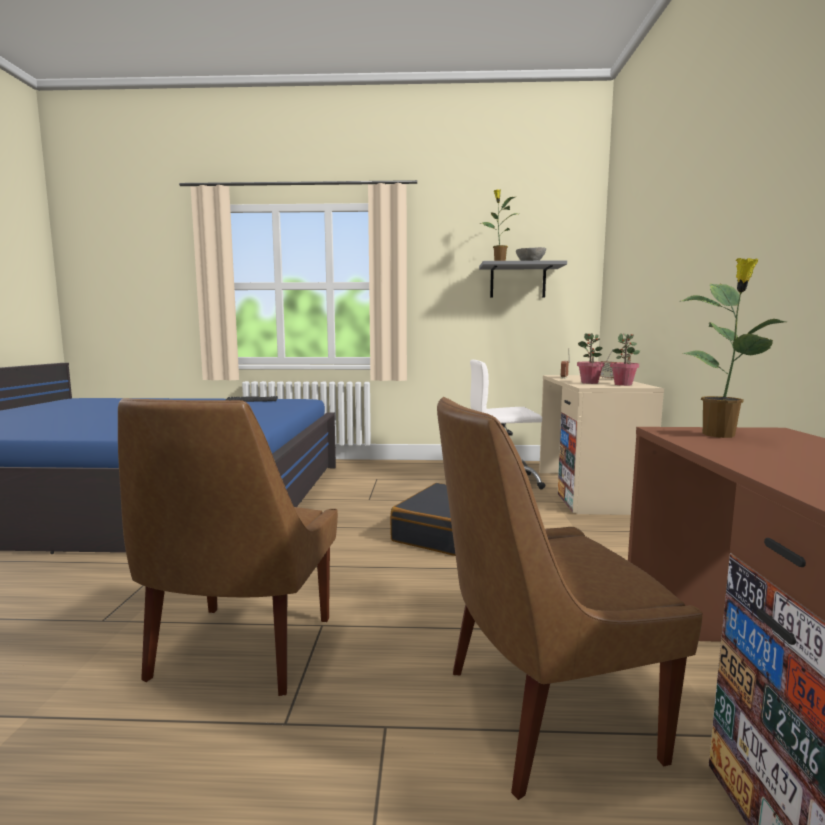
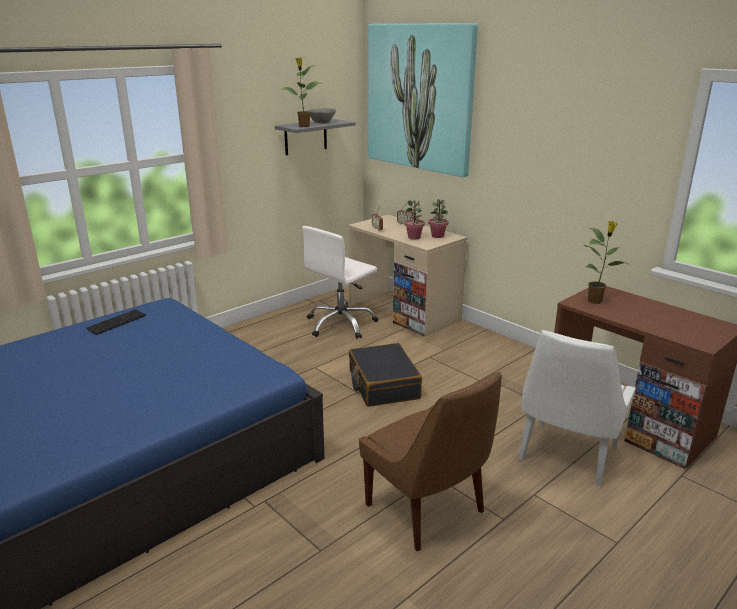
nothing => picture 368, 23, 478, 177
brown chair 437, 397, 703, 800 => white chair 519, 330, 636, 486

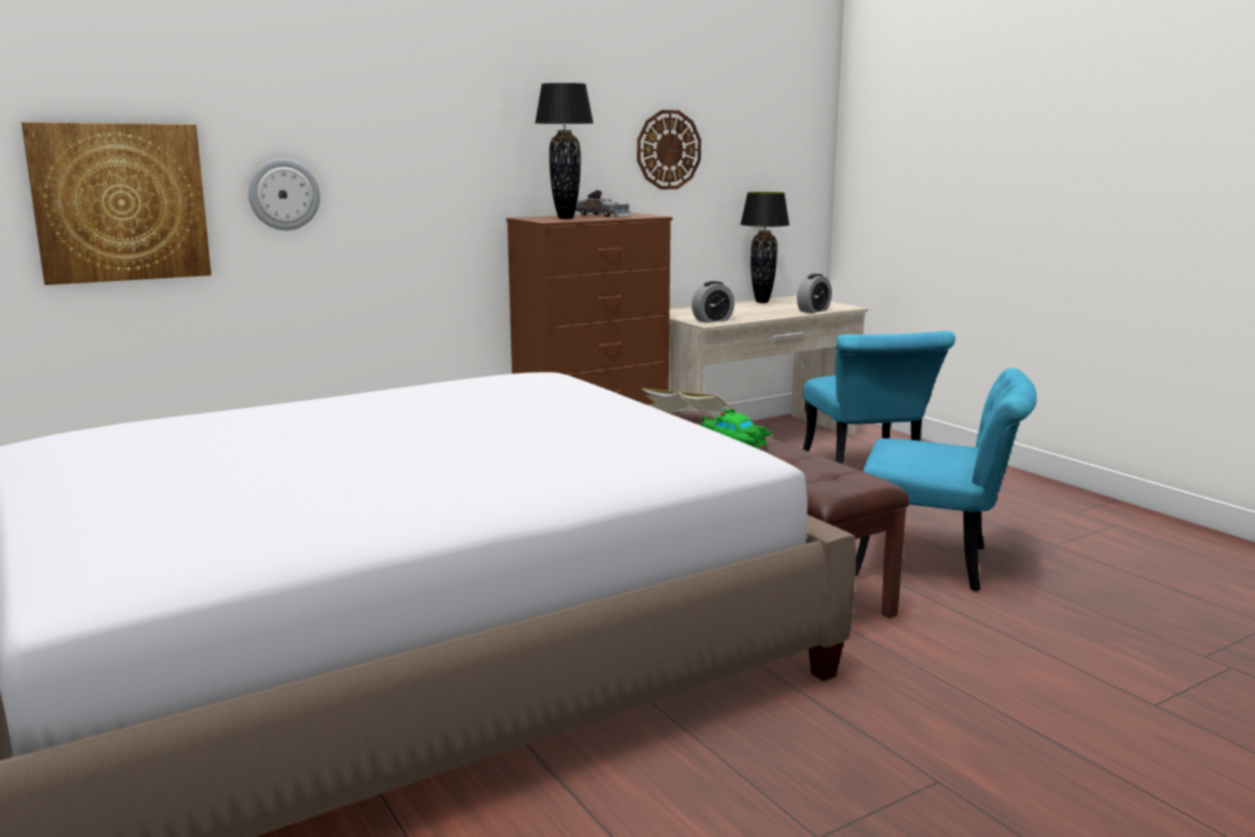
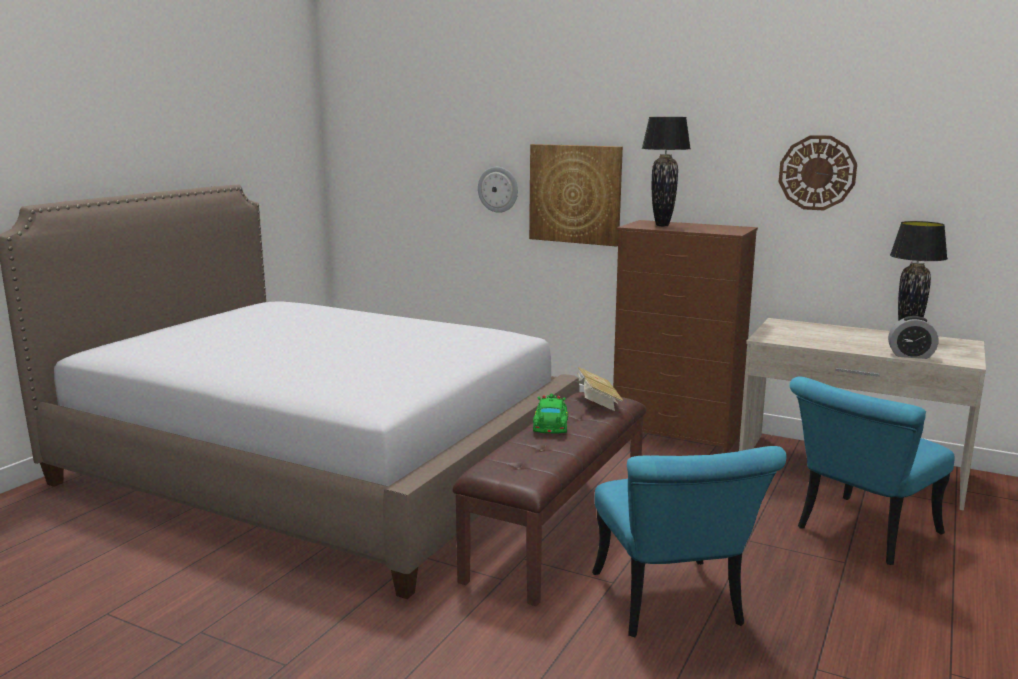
grey toy car 576, 190, 632, 217 => nothing
alarm clock 692, 281, 735, 323 => nothing
picture 21, 122, 211, 285 => picture 529, 144, 623, 247, shifted

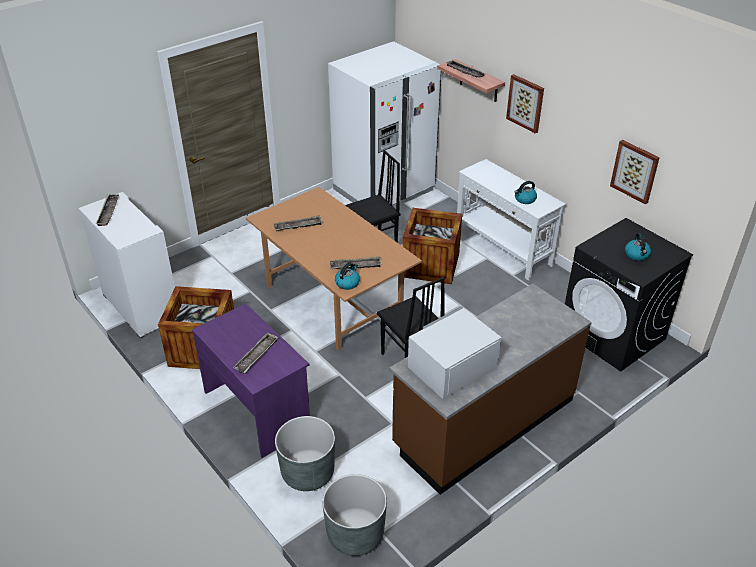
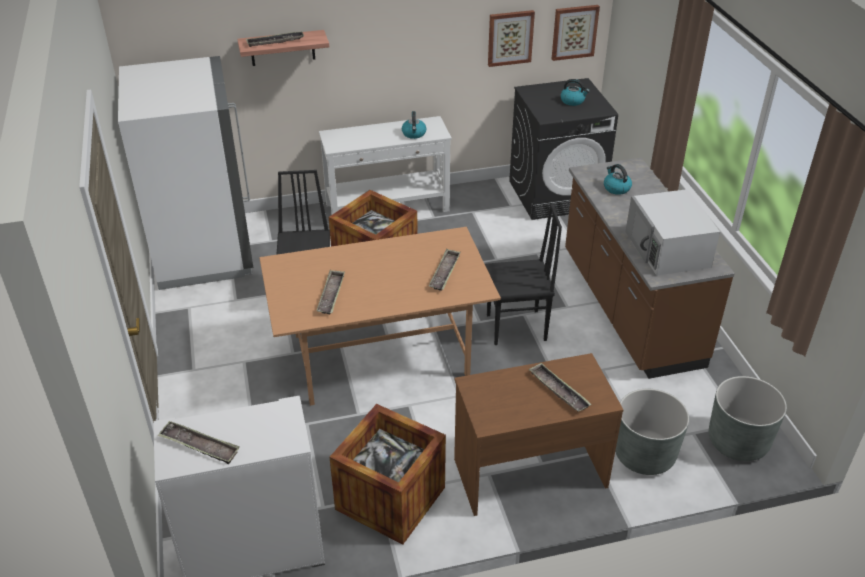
kettle 335, 263, 360, 290 => kettle 604, 164, 632, 195, shifted
picture 506, 74, 544, 133 => picture 552, 5, 600, 61, shifted
purple desk 192, 304, 310, 458 => brown desk 454, 353, 623, 516

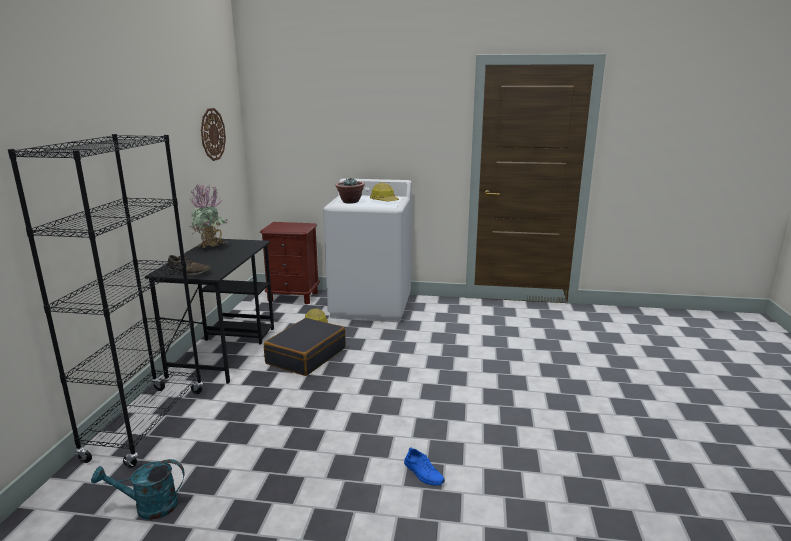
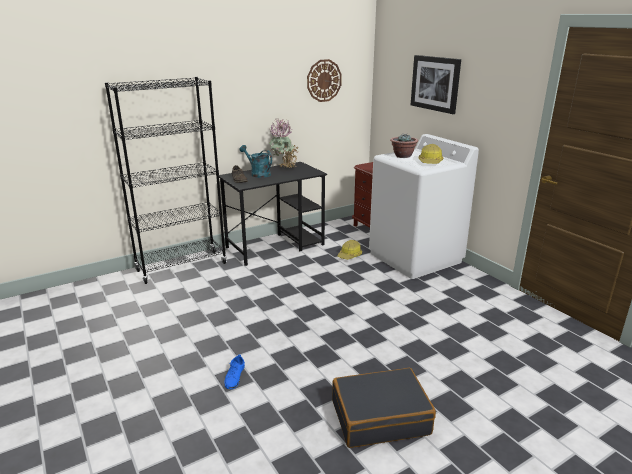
nothing => picture 411, 55, 461, 114
turquoise watering can 91, 459, 185, 520 => turquoise watering can 239, 145, 272, 178, shifted
black suitcase 264, 318, 346, 376 => black suitcase 332, 368, 436, 448, shifted

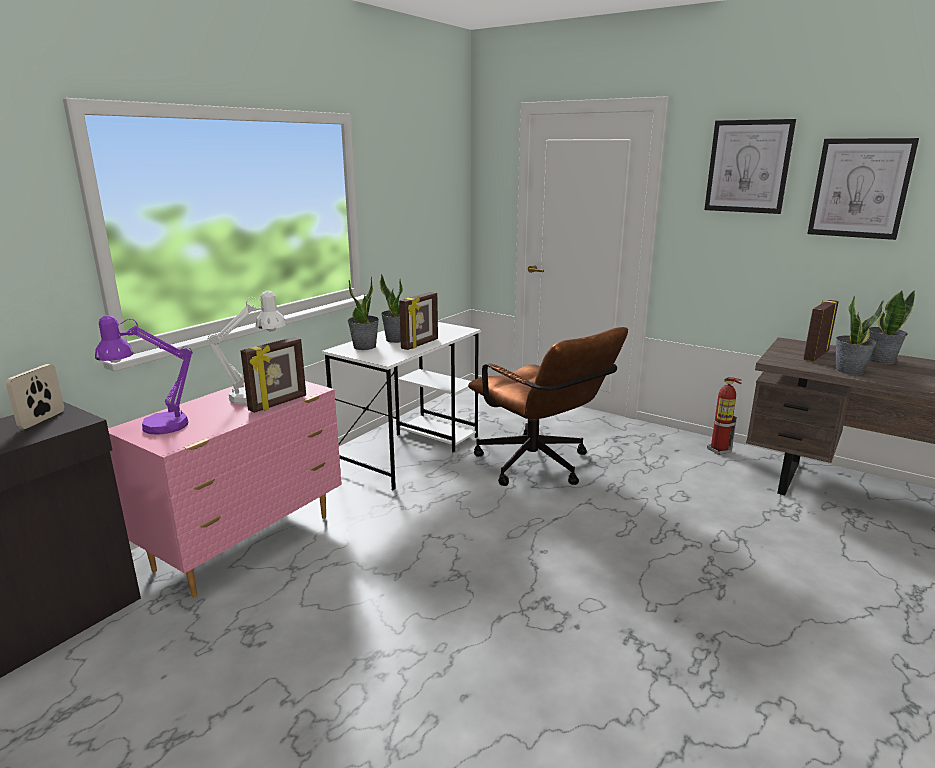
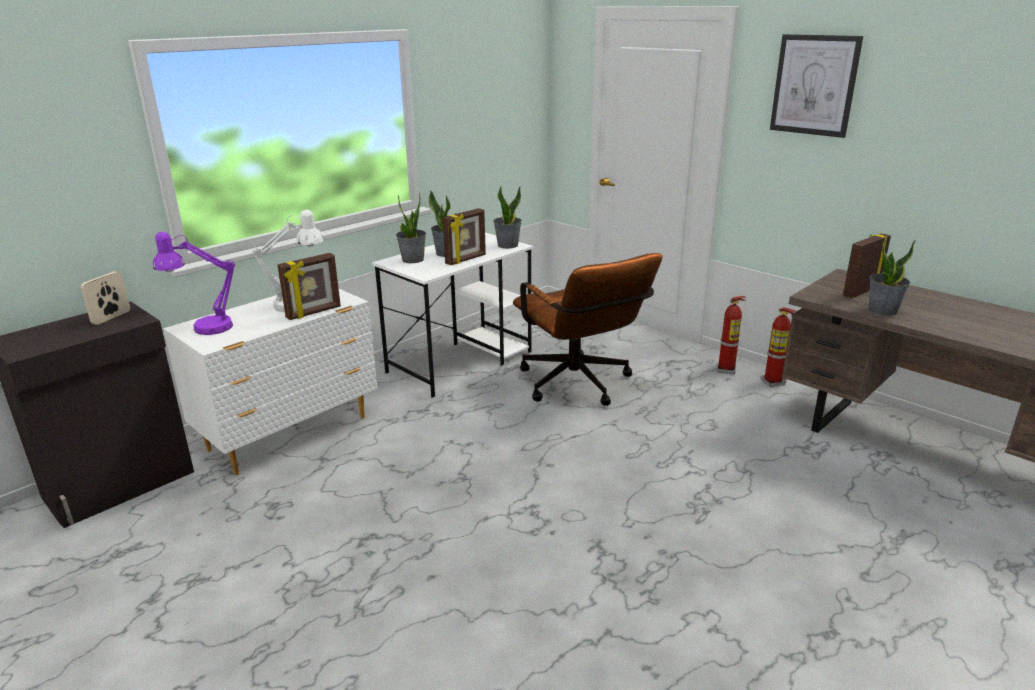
picture 807, 138, 919, 240 => nothing
nothing => fire extinguisher 717, 296, 746, 374
potted plant 869, 290, 915, 364 => potted plant 493, 186, 522, 249, shifted
pink dresser 108, 381, 342, 597 => white dresser 163, 289, 378, 475

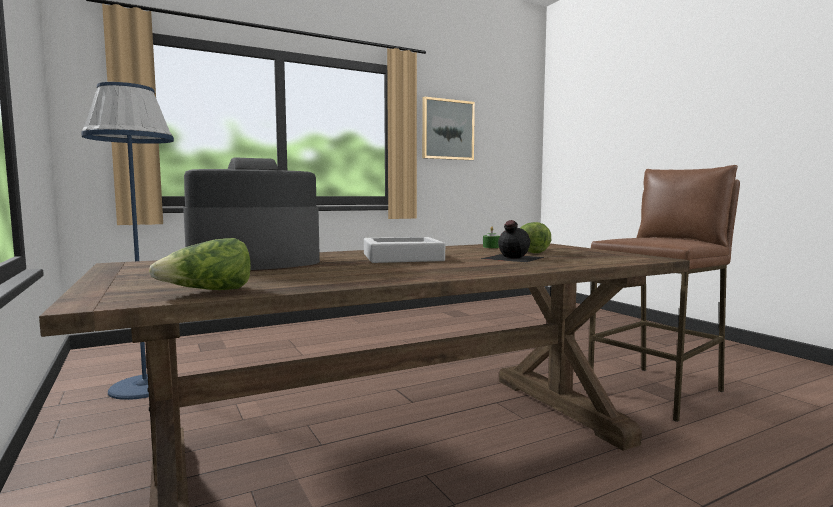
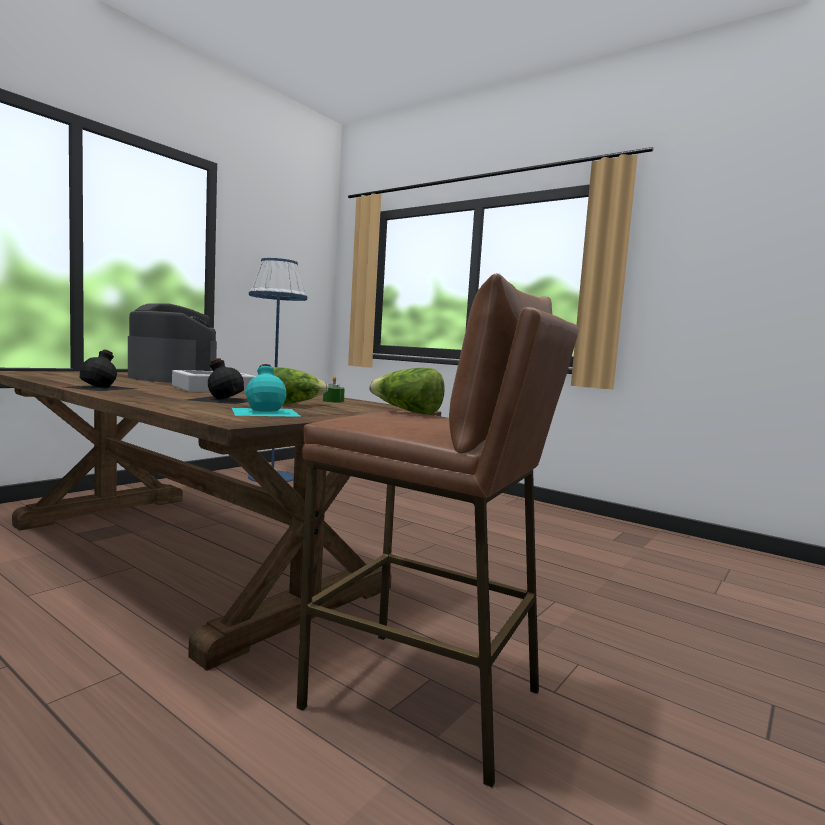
picture 422, 97, 475, 160 => nothing
nothing => black bottle 65, 349, 137, 391
nothing => turquoise bottle 232, 364, 301, 417
lettuce 149, 238, 251, 290 => lettuce 369, 368, 445, 415, shifted

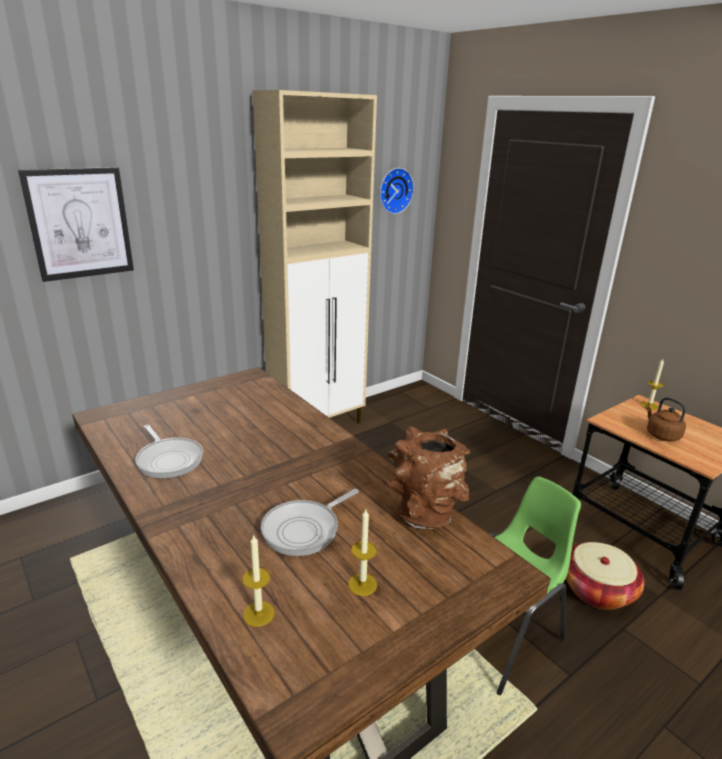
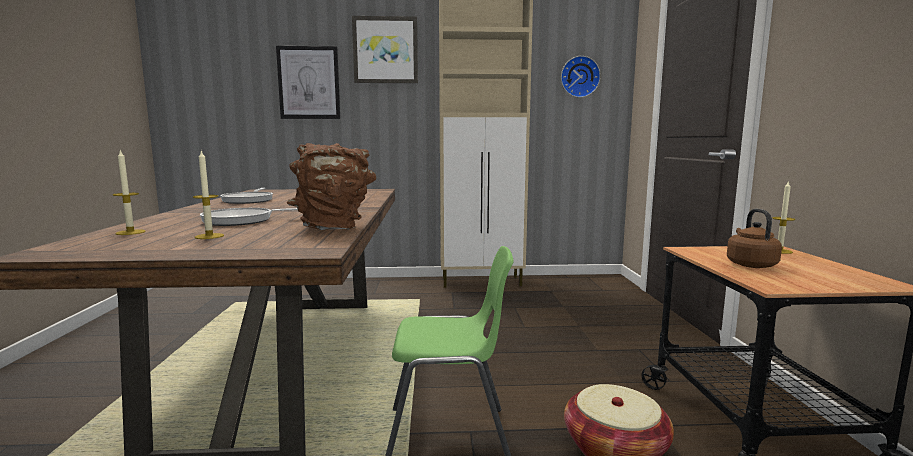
nothing => picture 352, 16, 418, 83

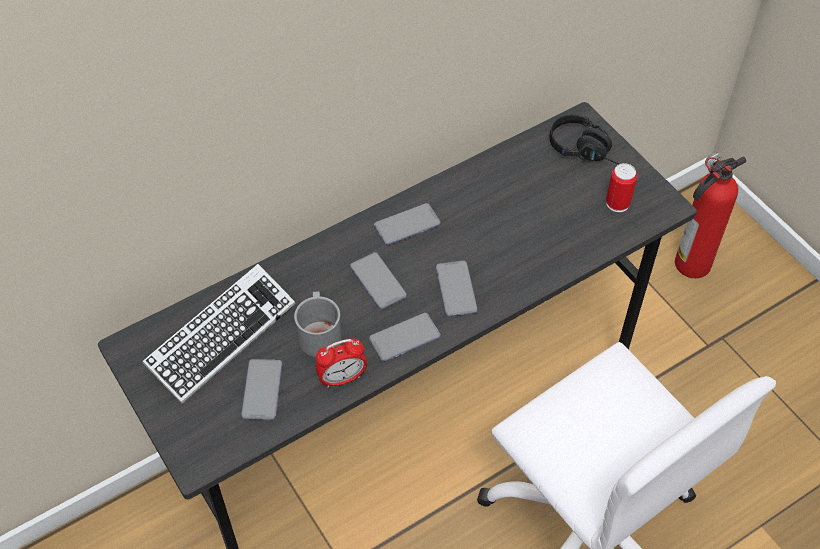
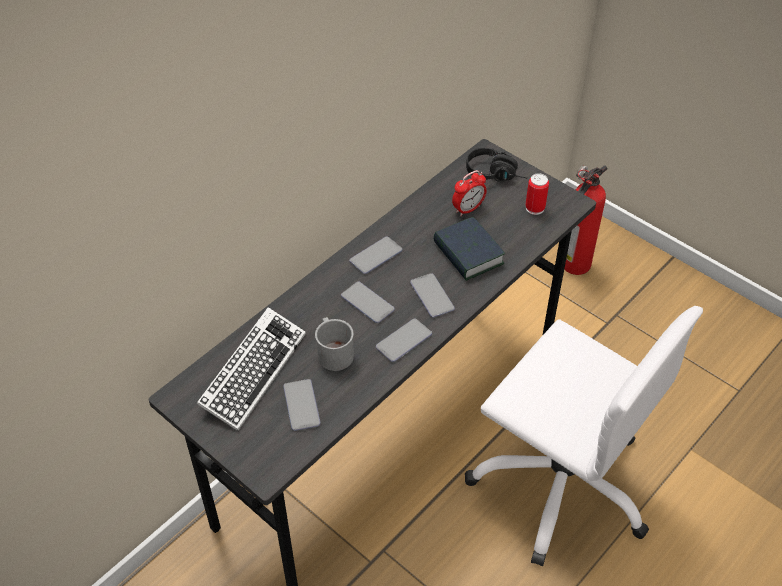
nothing => book 433, 217, 505, 281
alarm clock 315, 338, 367, 388 => alarm clock 452, 170, 487, 216, shifted

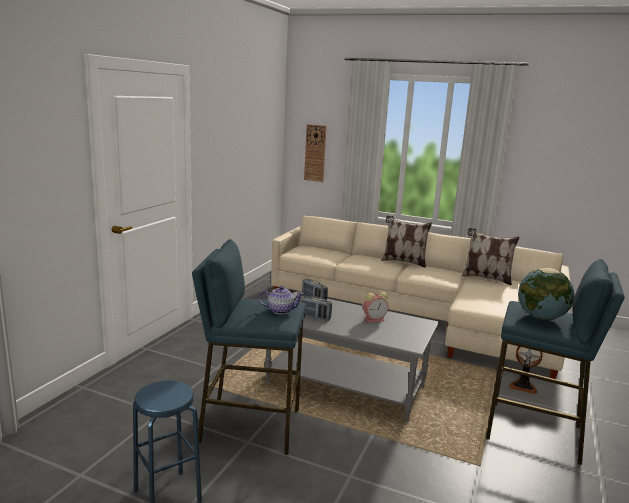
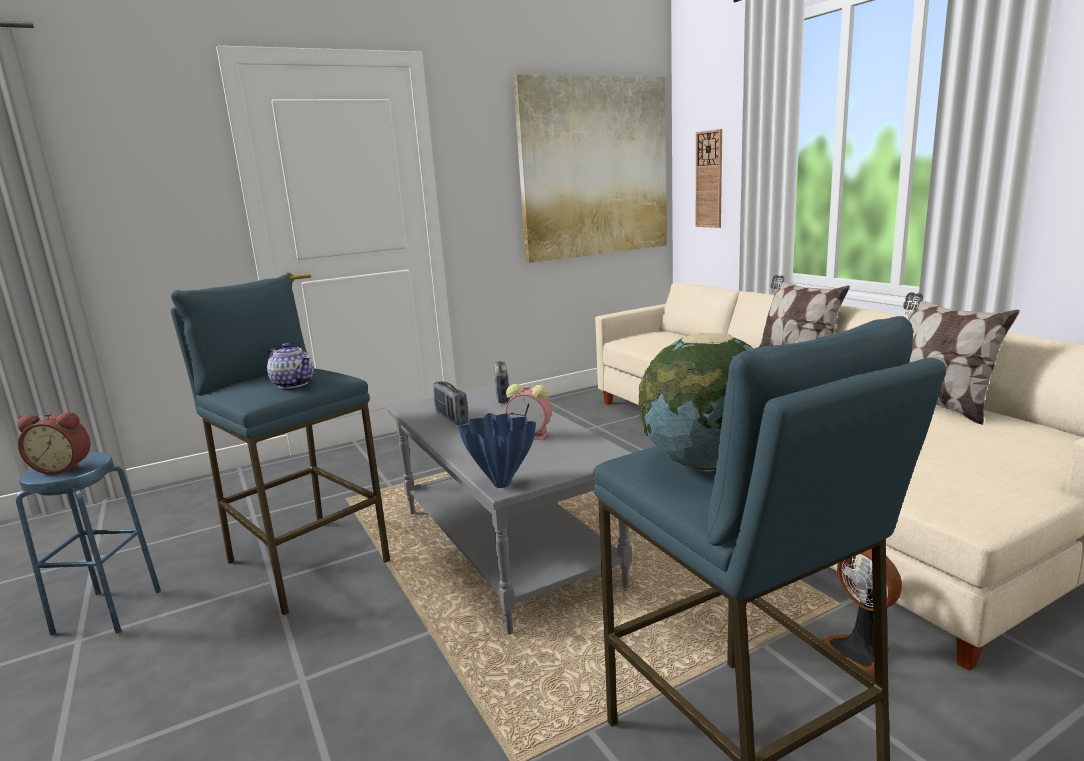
nothing => alarm clock 17, 412, 90, 474
nothing => blue vase 458, 413, 536, 488
nothing => picture 513, 75, 667, 263

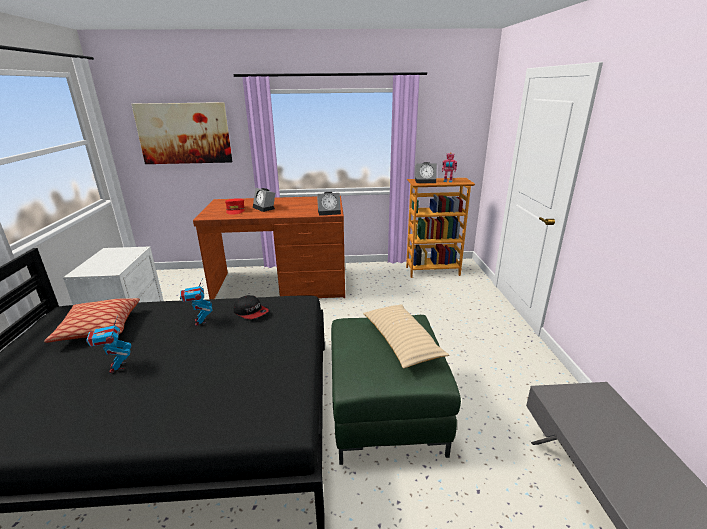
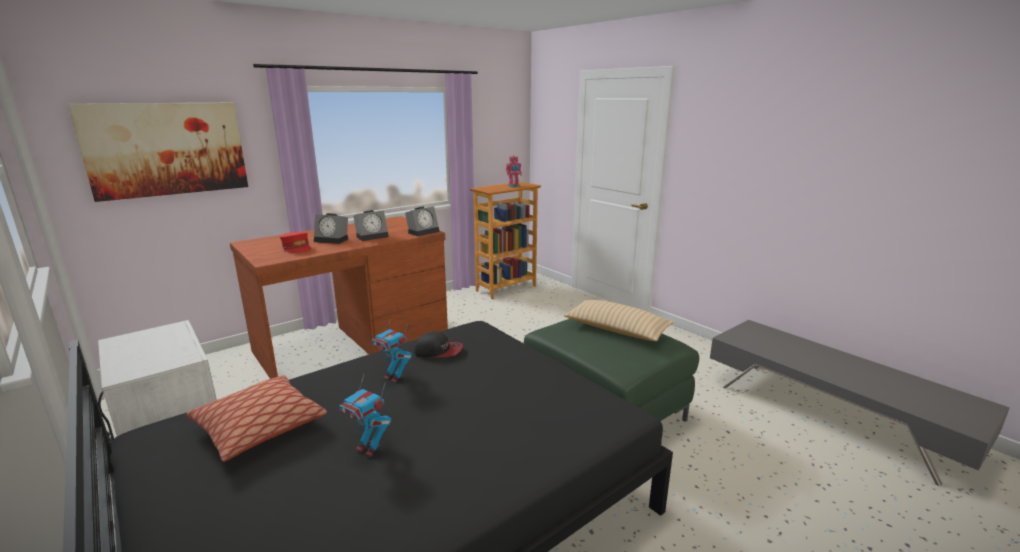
alarm clock 415, 162, 437, 183 => alarm clock 353, 210, 389, 241, shifted

